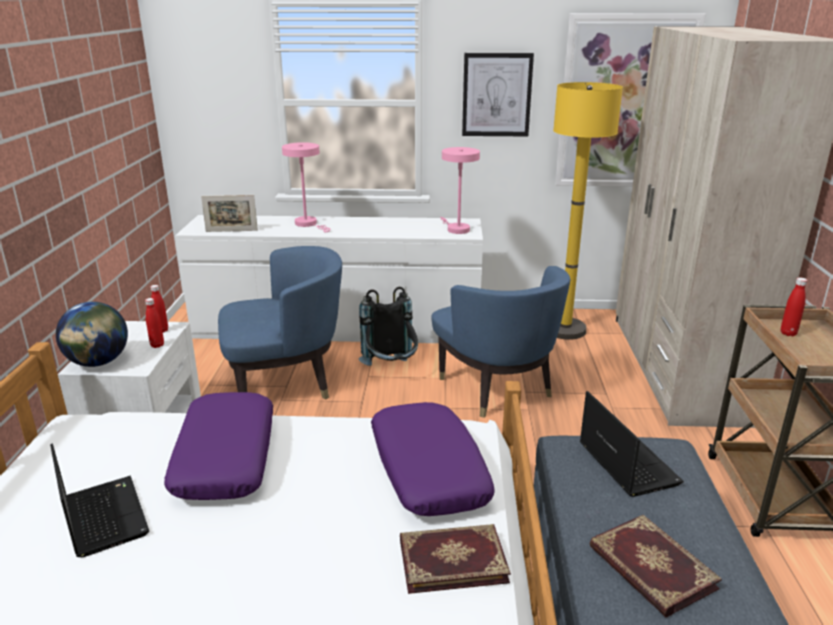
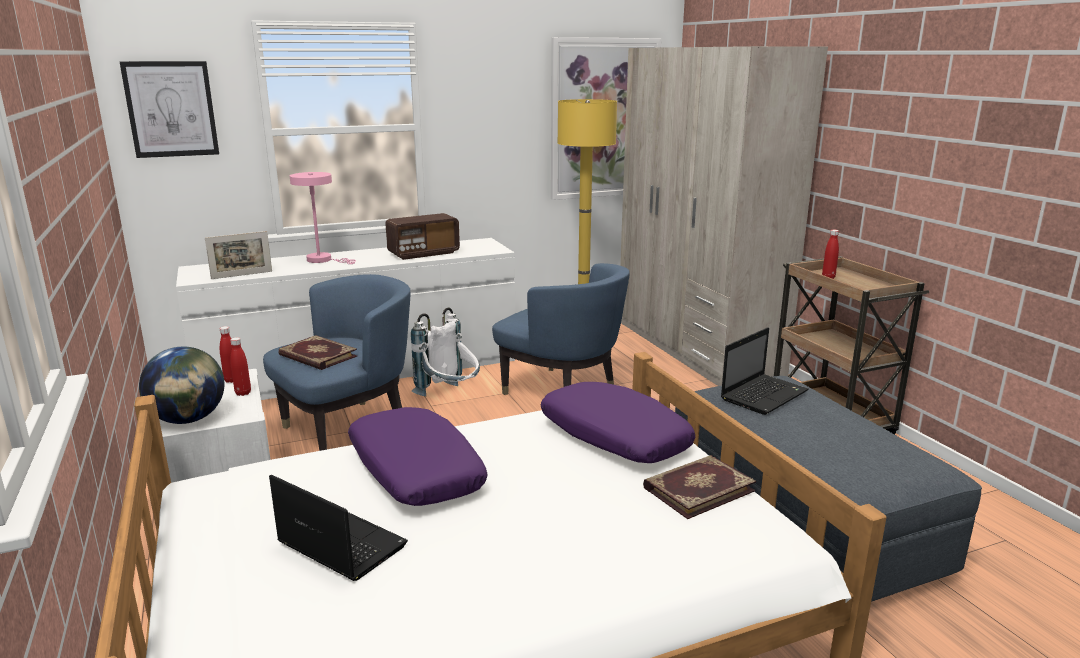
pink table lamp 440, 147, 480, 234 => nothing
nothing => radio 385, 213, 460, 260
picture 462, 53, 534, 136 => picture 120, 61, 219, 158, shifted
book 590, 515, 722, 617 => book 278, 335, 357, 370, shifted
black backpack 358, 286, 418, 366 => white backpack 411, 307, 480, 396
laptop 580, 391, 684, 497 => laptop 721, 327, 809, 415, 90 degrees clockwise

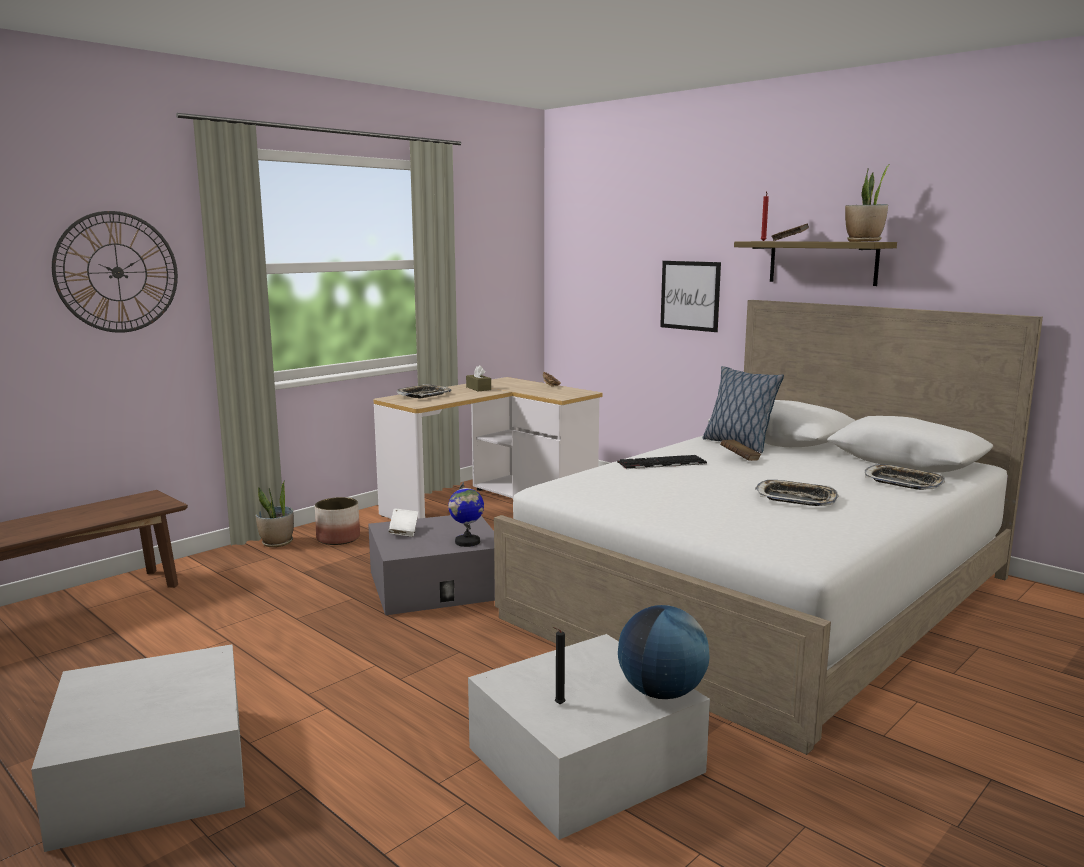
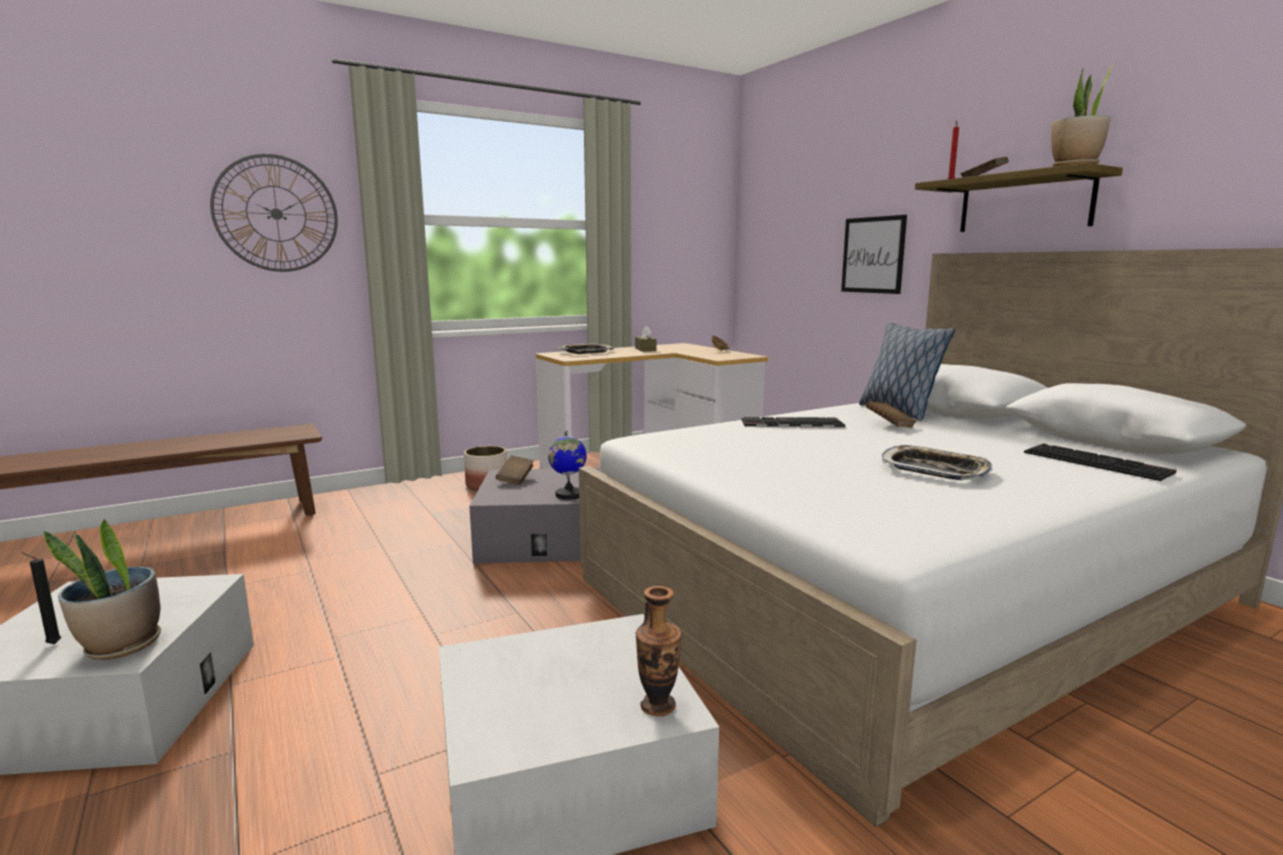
potted plant 255, 480, 294, 547 => potted plant 43, 519, 161, 660, shifted
black candle 553, 627, 566, 704 => black candle 21, 552, 61, 644, shifted
globe 618, 605, 709, 699 => vase 636, 586, 682, 716
tray 865, 464, 945, 490 => keyboard 1024, 443, 1177, 481
white book 388, 509, 418, 537 => brown book 496, 456, 534, 485

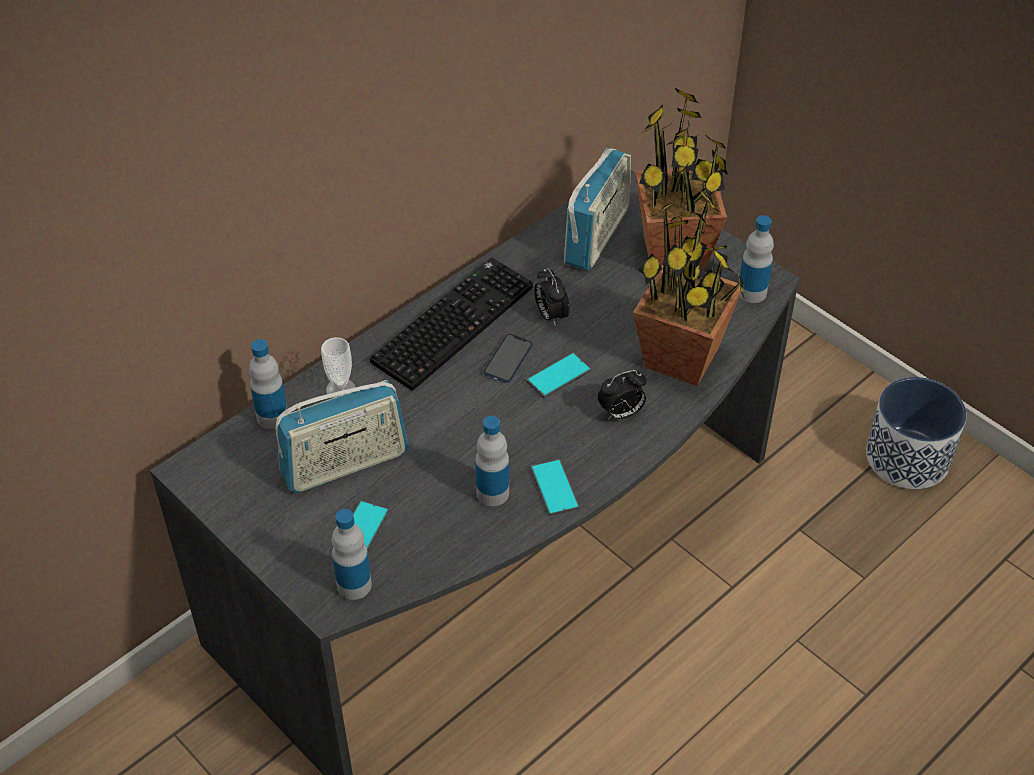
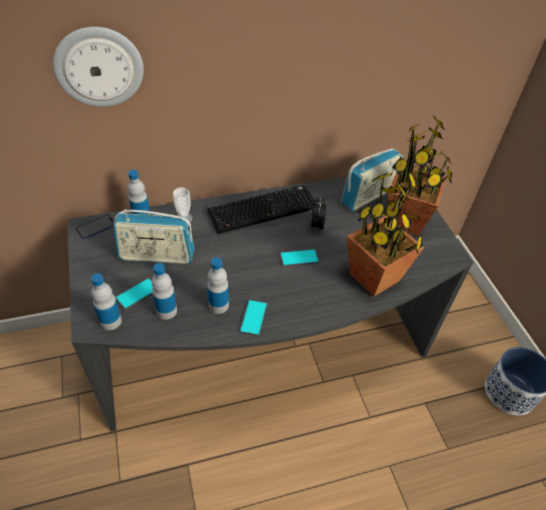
alarm clock 598, 370, 646, 420 => nothing
nothing => wall clock 53, 27, 144, 107
phone 483, 334, 533, 383 => phone 76, 215, 114, 240, shifted
bottle 739, 215, 774, 303 => bottle 152, 263, 177, 320, shifted

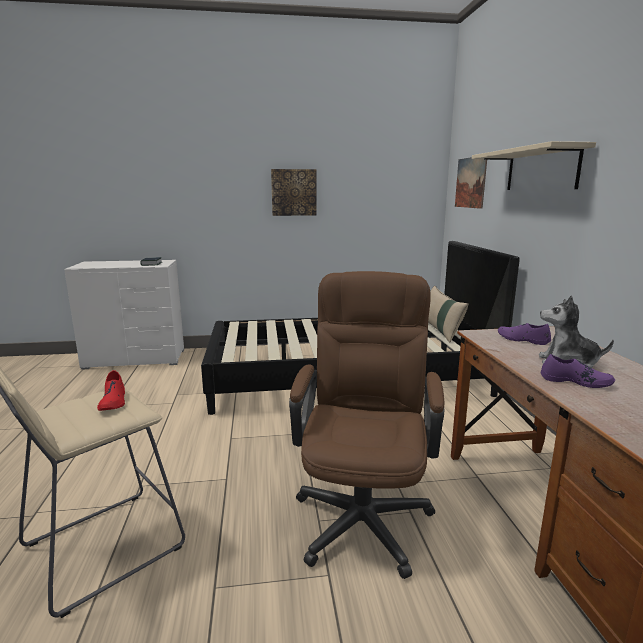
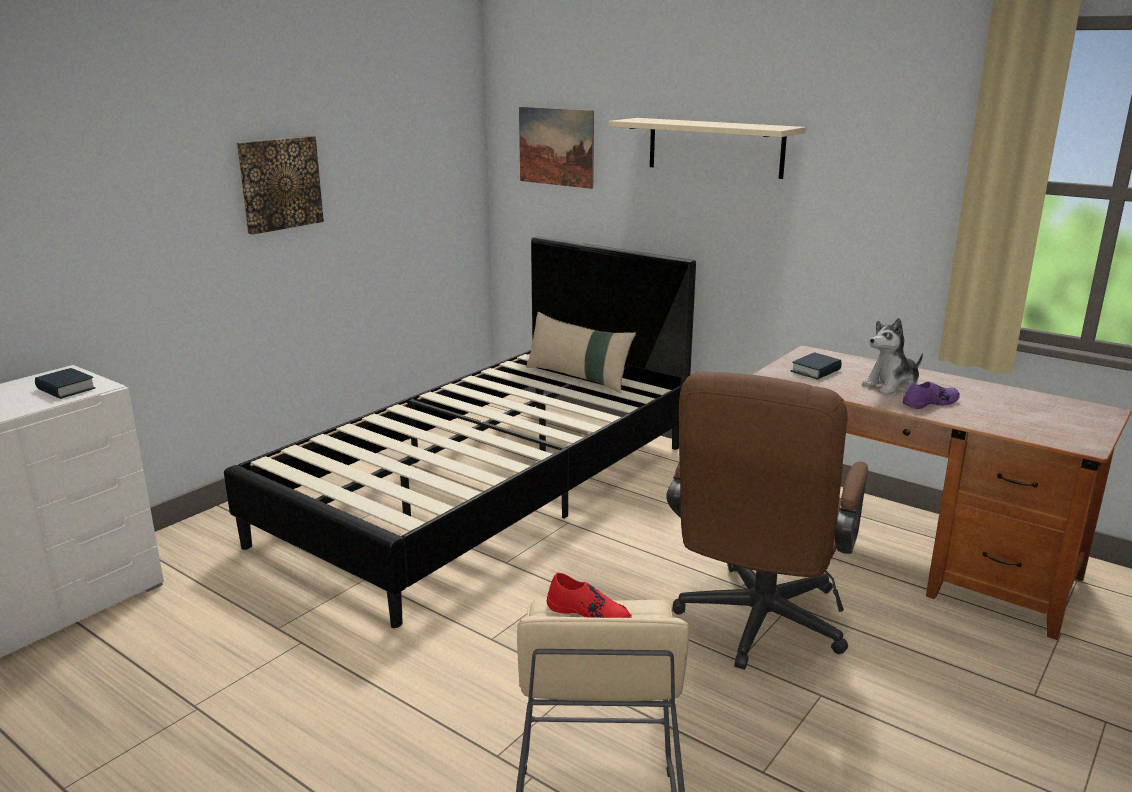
purple shoe 498, 323, 551, 345 => book 791, 352, 842, 380
brown office chair 289, 271, 444, 579 => brown office chair 666, 371, 868, 670, 120 degrees counterclockwise

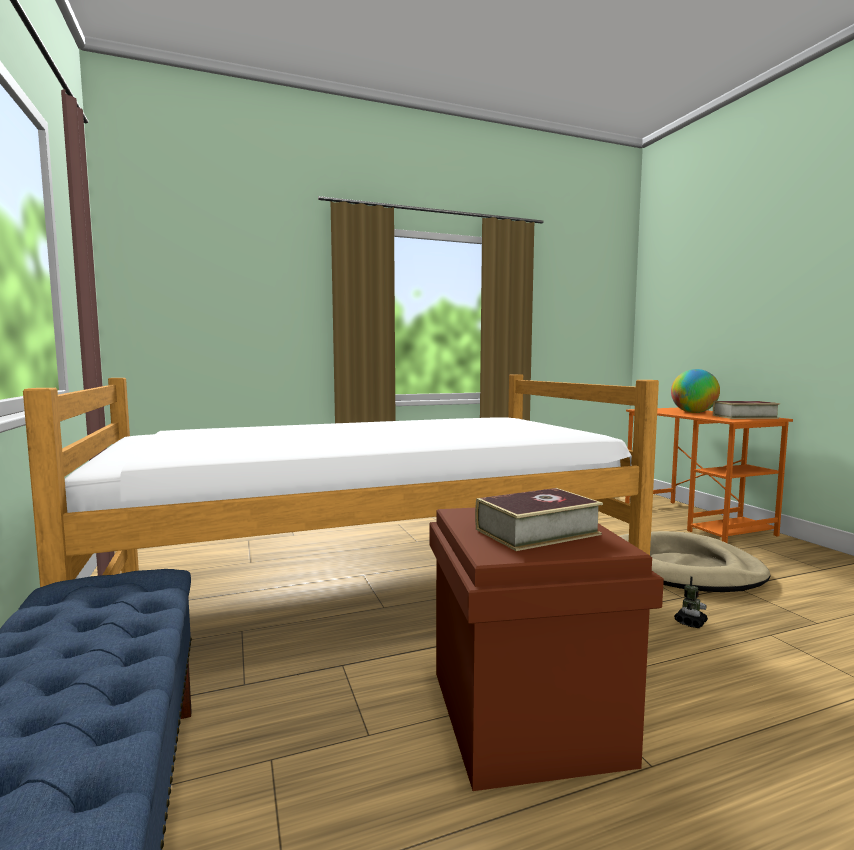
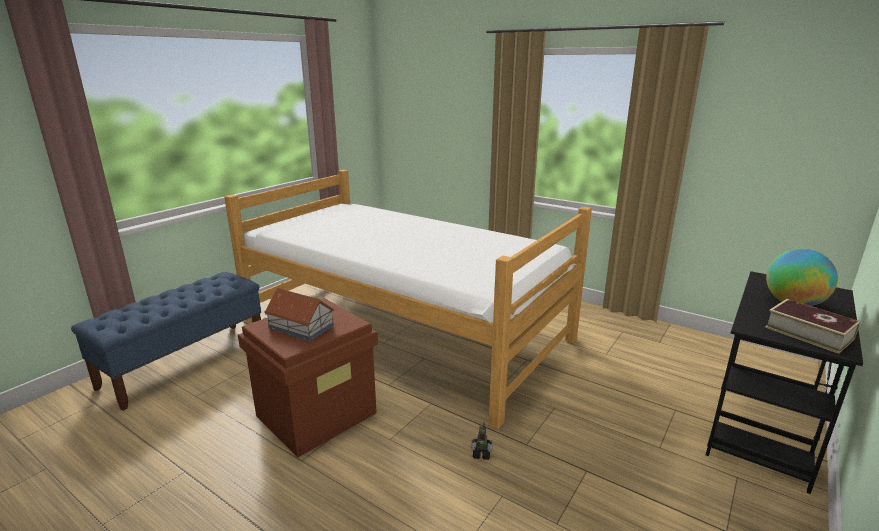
beige dog bed 620, 531, 771, 592 => nothing
book 475, 488, 603, 551 => toy house 264, 288, 334, 341
orange desk 625, 408, 793, 543 => black desk 706, 271, 863, 494

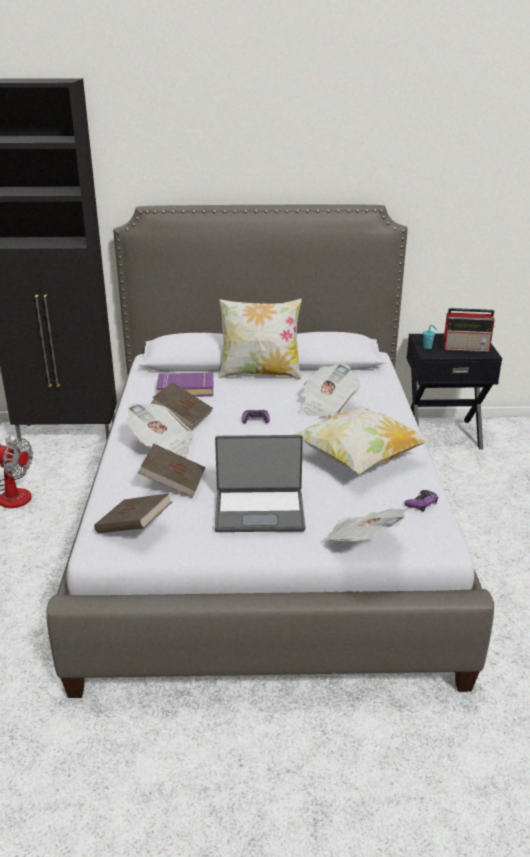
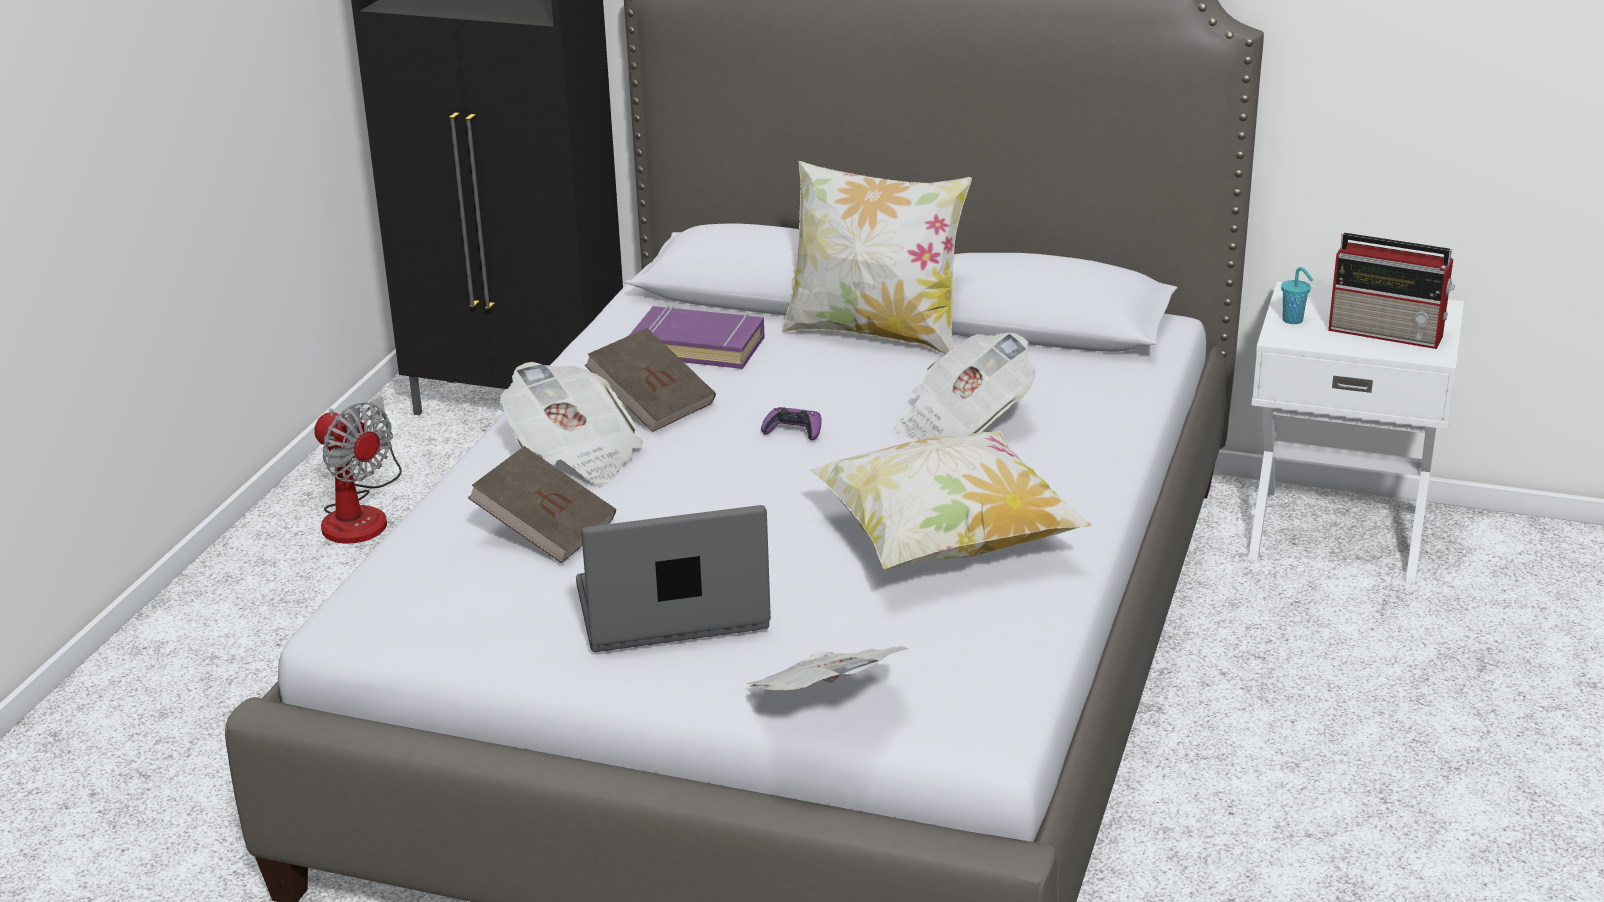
brown book 94, 493, 173, 533 => nothing
purple game controller 404, 490, 438, 512 => nothing
black nightstand 407, 334, 502, 450 => white nightstand 1248, 282, 1464, 583
laptop 215, 435, 305, 532 => laptop 576, 505, 771, 652, 150 degrees clockwise

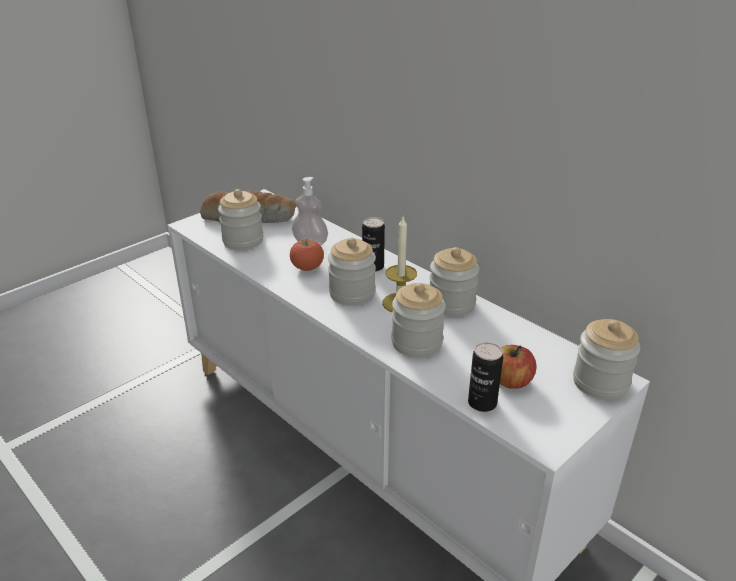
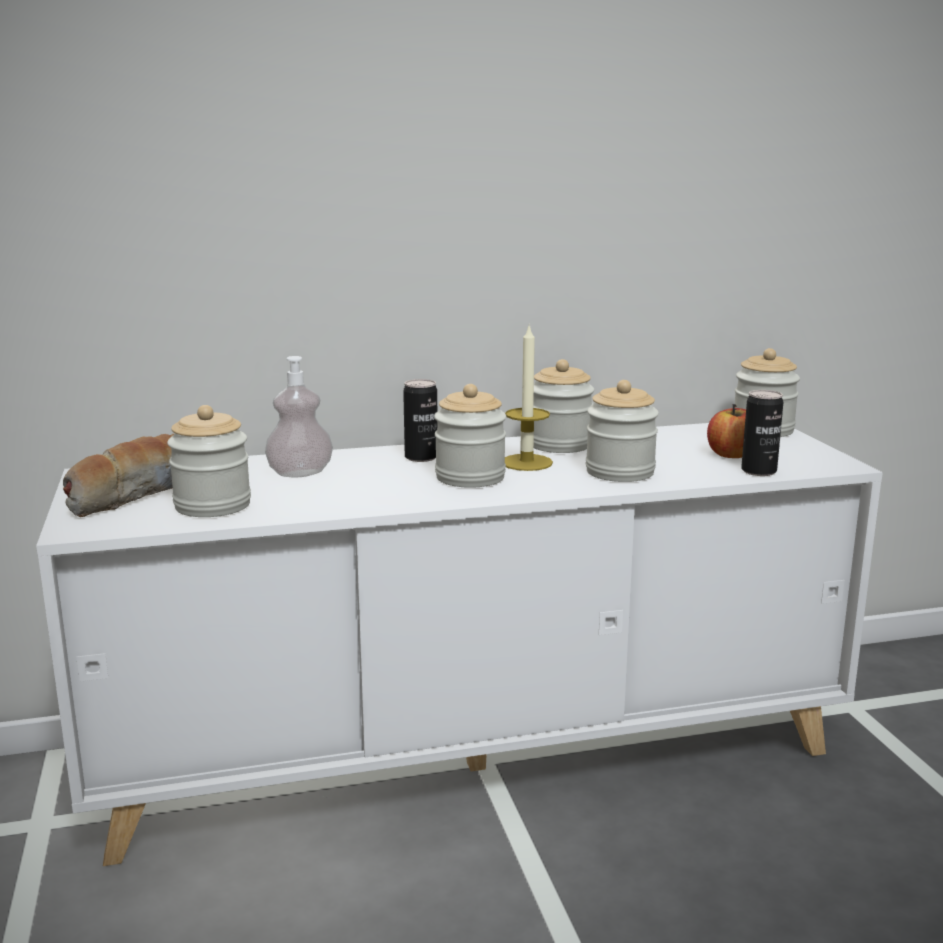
tomato 290, 239, 324, 271 => nothing

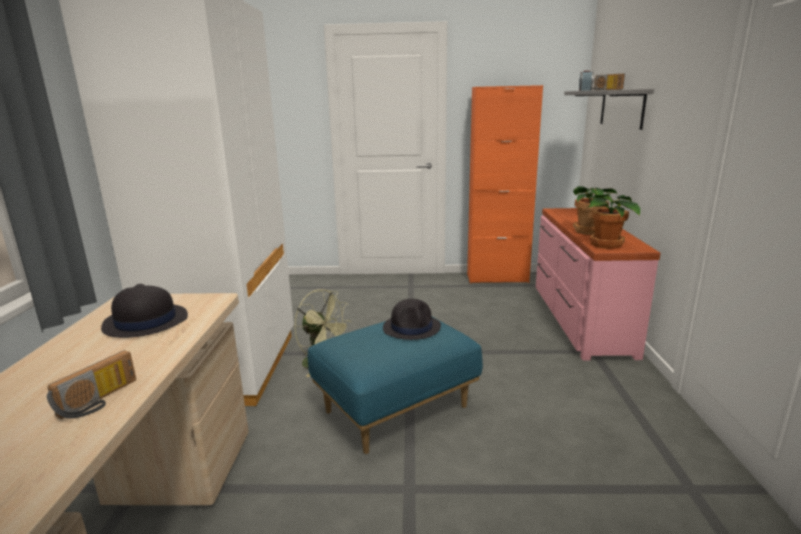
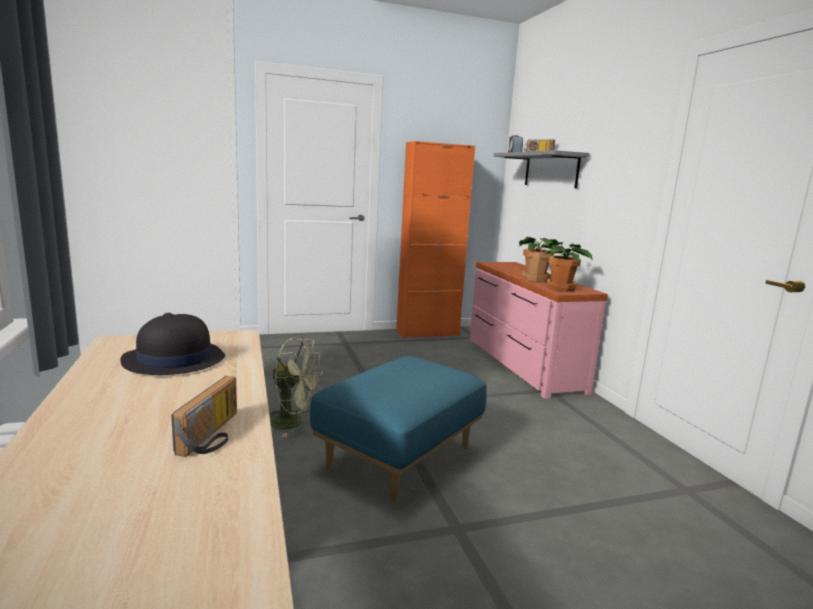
black hat 383, 299, 441, 340 => nothing

